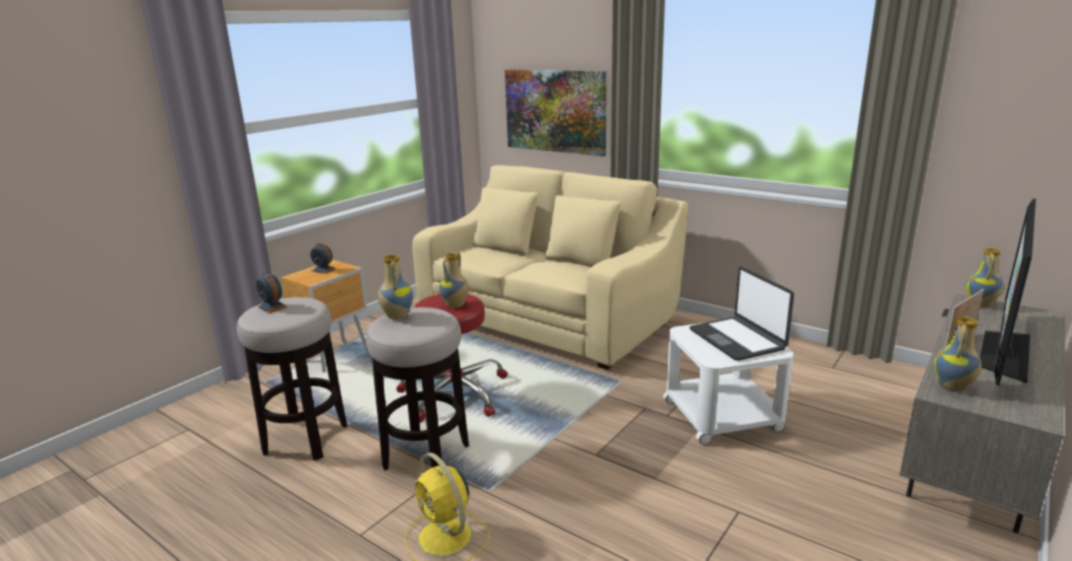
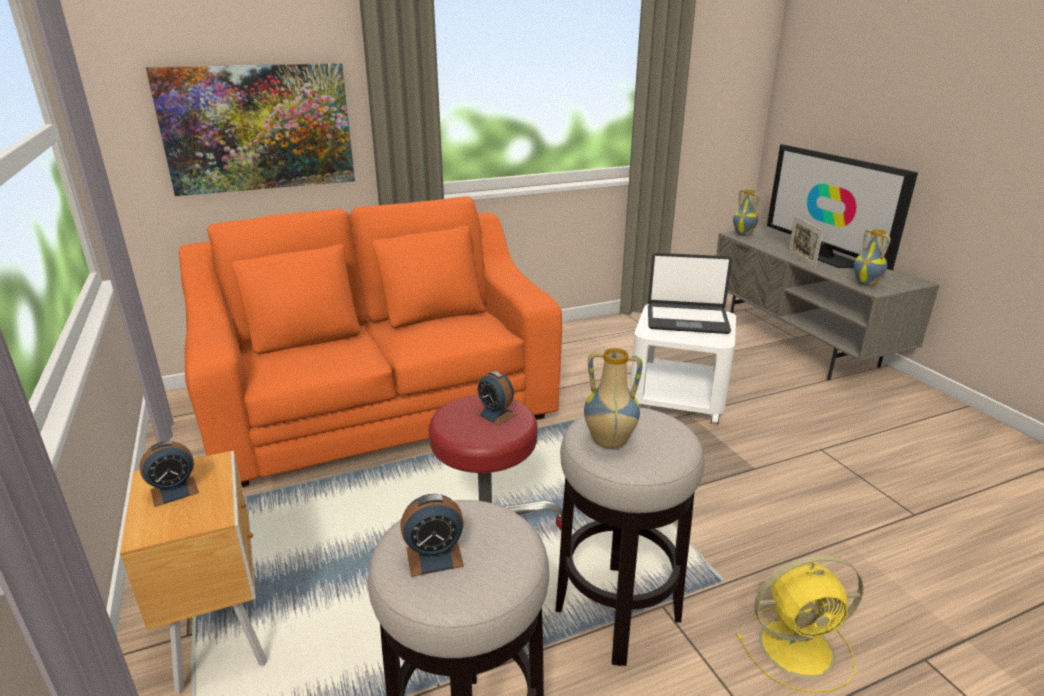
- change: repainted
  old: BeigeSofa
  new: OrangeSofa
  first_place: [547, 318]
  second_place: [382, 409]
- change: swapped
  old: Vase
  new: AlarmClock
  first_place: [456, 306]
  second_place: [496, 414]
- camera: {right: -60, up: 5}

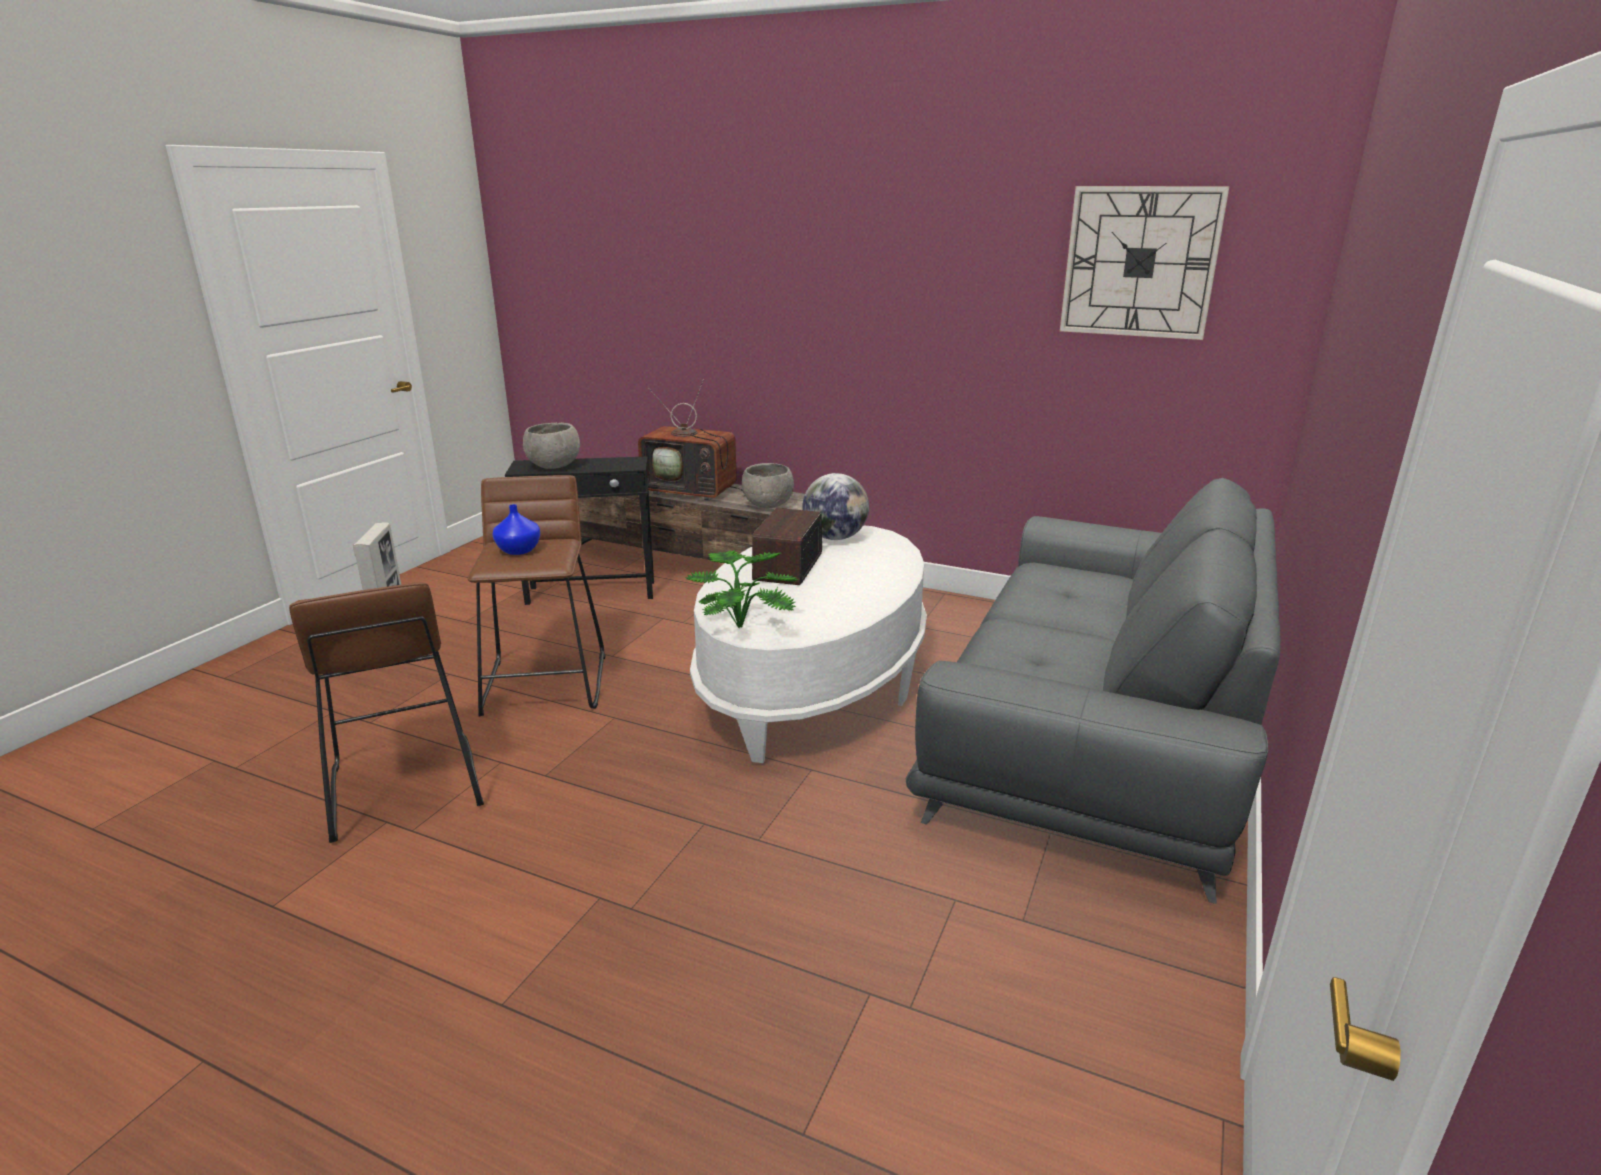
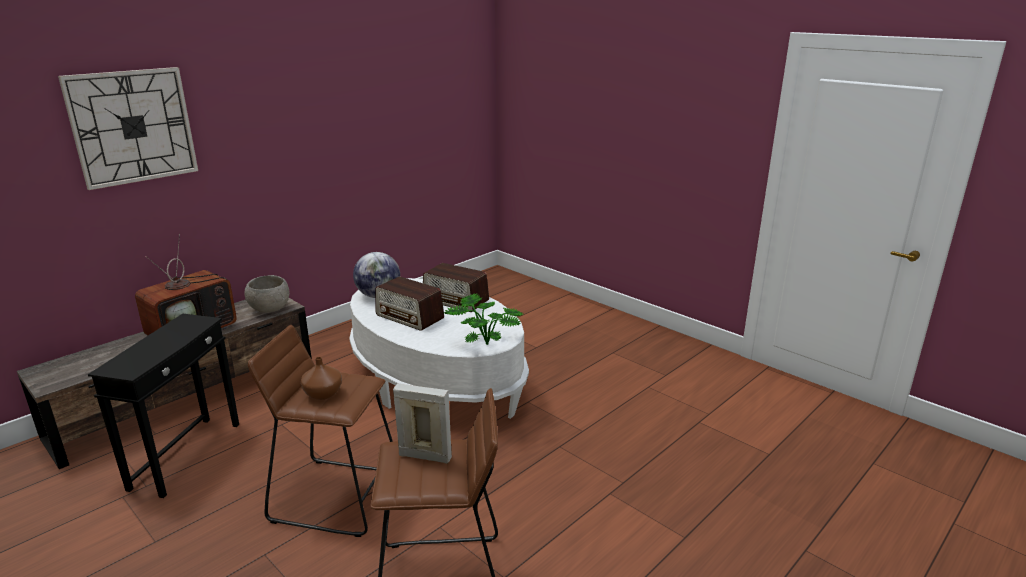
- change: shifted
  old: WallClock
  first_place: [1140, 262]
  second_place: [133, 127]
- change: repainted
  old: BlueVase
  new: BrownVase
  first_place: [518, 550]
  second_place: [322, 394]
- change: new
  new: Radio
  second_place: [456, 300]
- change: gone
  old: GreyBowl
  first_place: [554, 466]
- change: gone
  old: GreySofa
  first_place: [1094, 734]
- camera: {right: -70, up: 0}

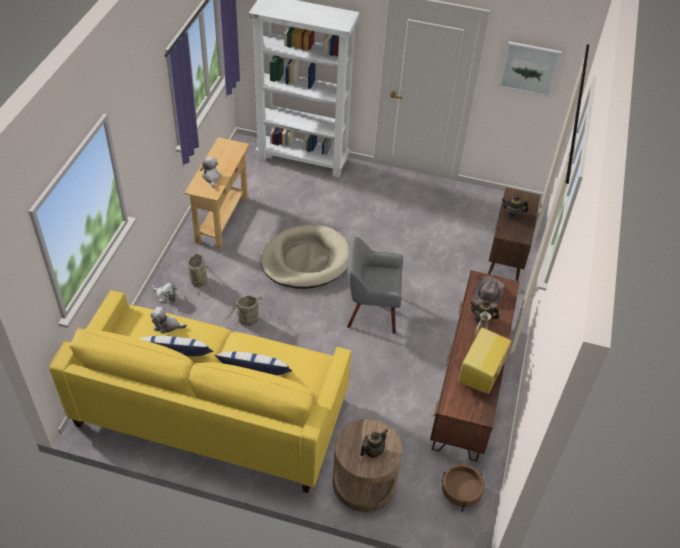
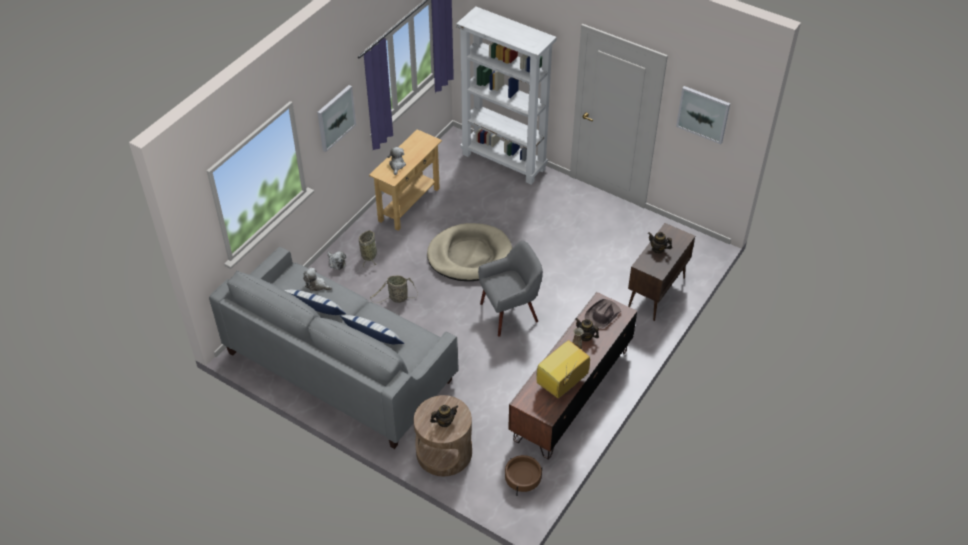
- change: repainted
  old: YellowSofa
  new: GreySofa
  first_place: [212, 412]
  second_place: [340, 367]
- change: new
  new: Picture
  second_place: [335, 118]
- change: rotated
  old: GreyArmchair
  first_place: [371, 311]
  second_place: [510, 313]
  degrees: 135
- camera: {right: 20, up: 0}

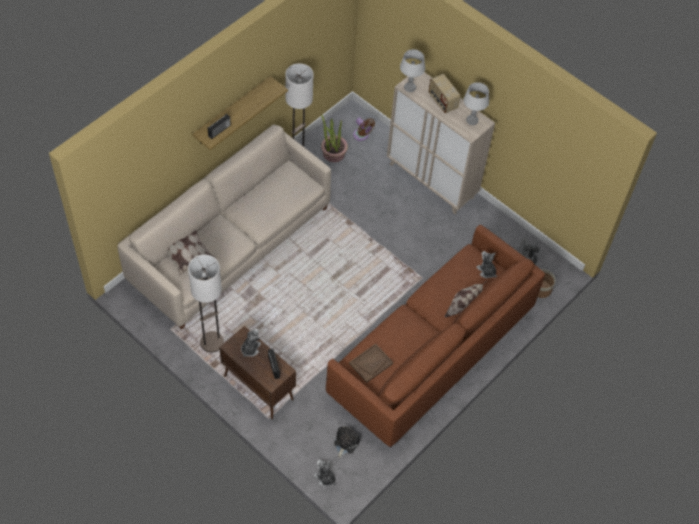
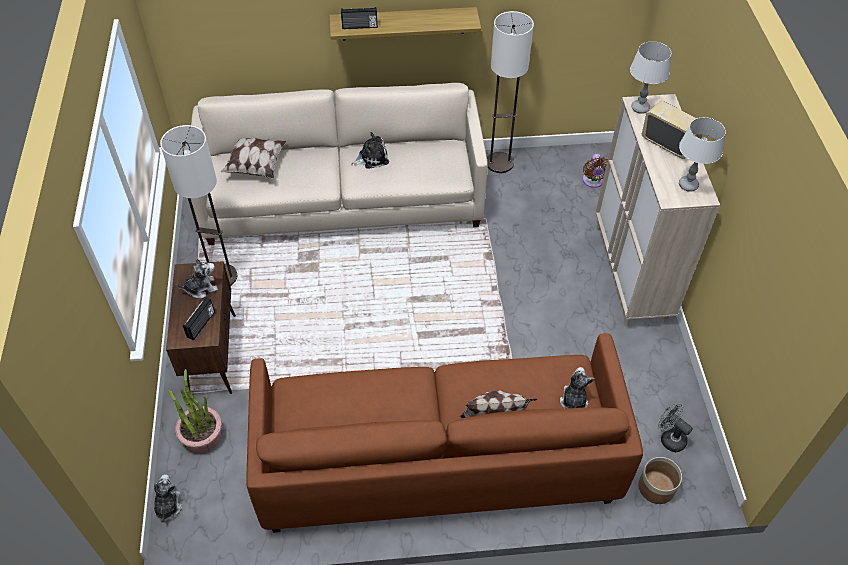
- change: shifted
  old: PottedPlant
  first_place: [333, 153]
  second_place: [202, 435]
- change: shifted
  old: PlushToy
  first_place: [345, 443]
  second_place: [371, 158]
- change: rotated
  old: Radio
  first_place: [442, 101]
  second_place: [668, 143]
  degrees: 120
- change: gone
  old: BrownTray
  first_place: [371, 363]
- camera: {right: 45, up: -5}

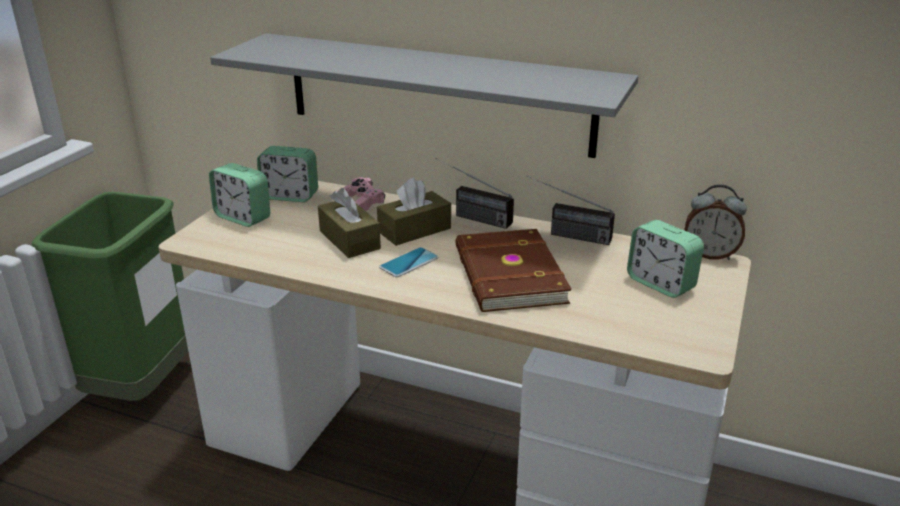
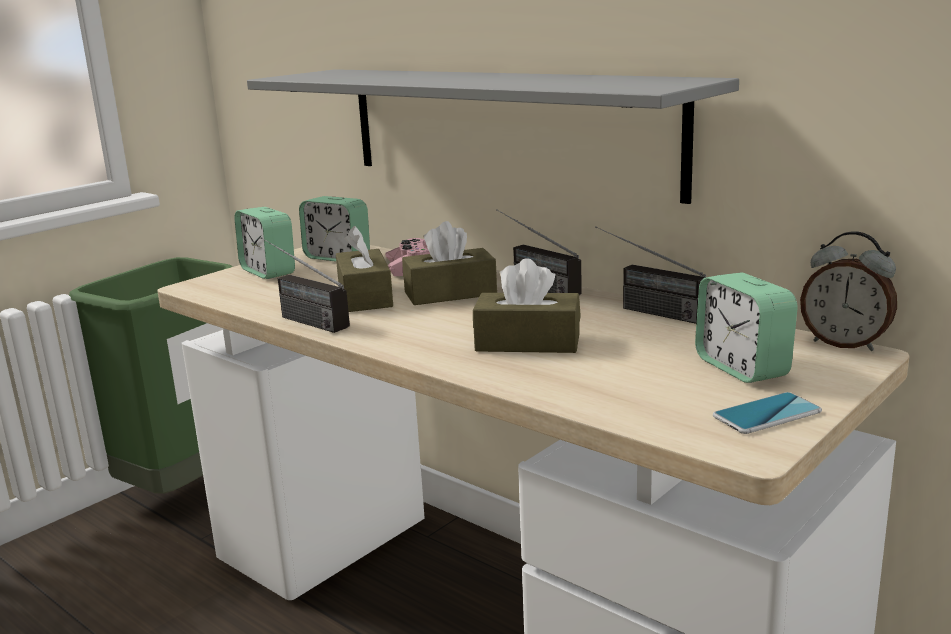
- change: new
  new: Radio
  second_place: [299, 318]
- change: swapped
  old: BrownBook
  new: BrownTissueBox
  first_place: [507, 276]
  second_place: [528, 342]
- change: shifted
  old: Phone
  first_place: [409, 263]
  second_place: [767, 414]
- camera: {right: 20, up: -10}

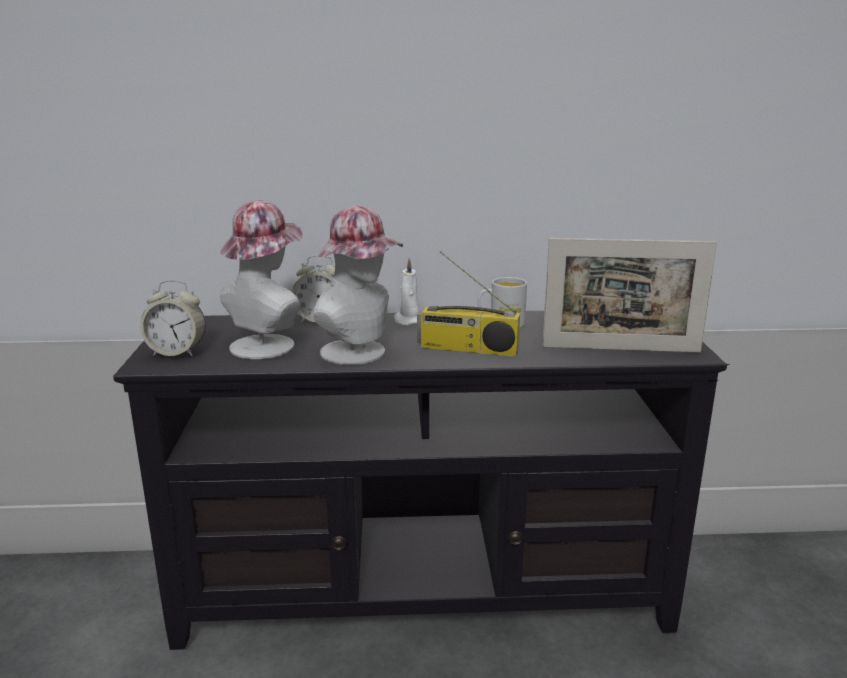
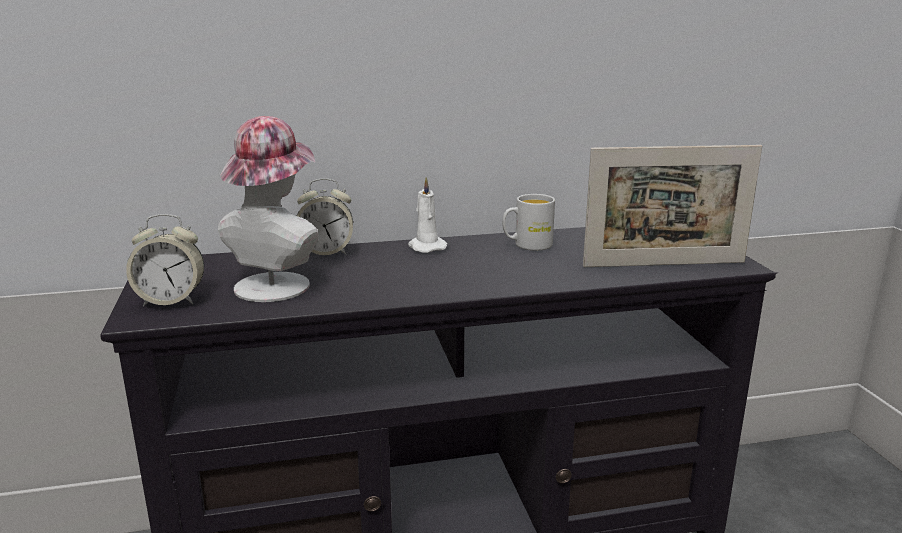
- change: gone
  old: Hat
  first_place: [361, 353]
- change: gone
  old: Radio
  first_place: [466, 349]
- camera: {right: -10, up: 0}

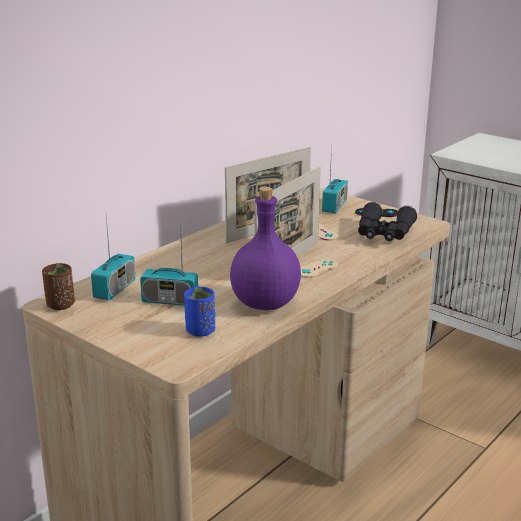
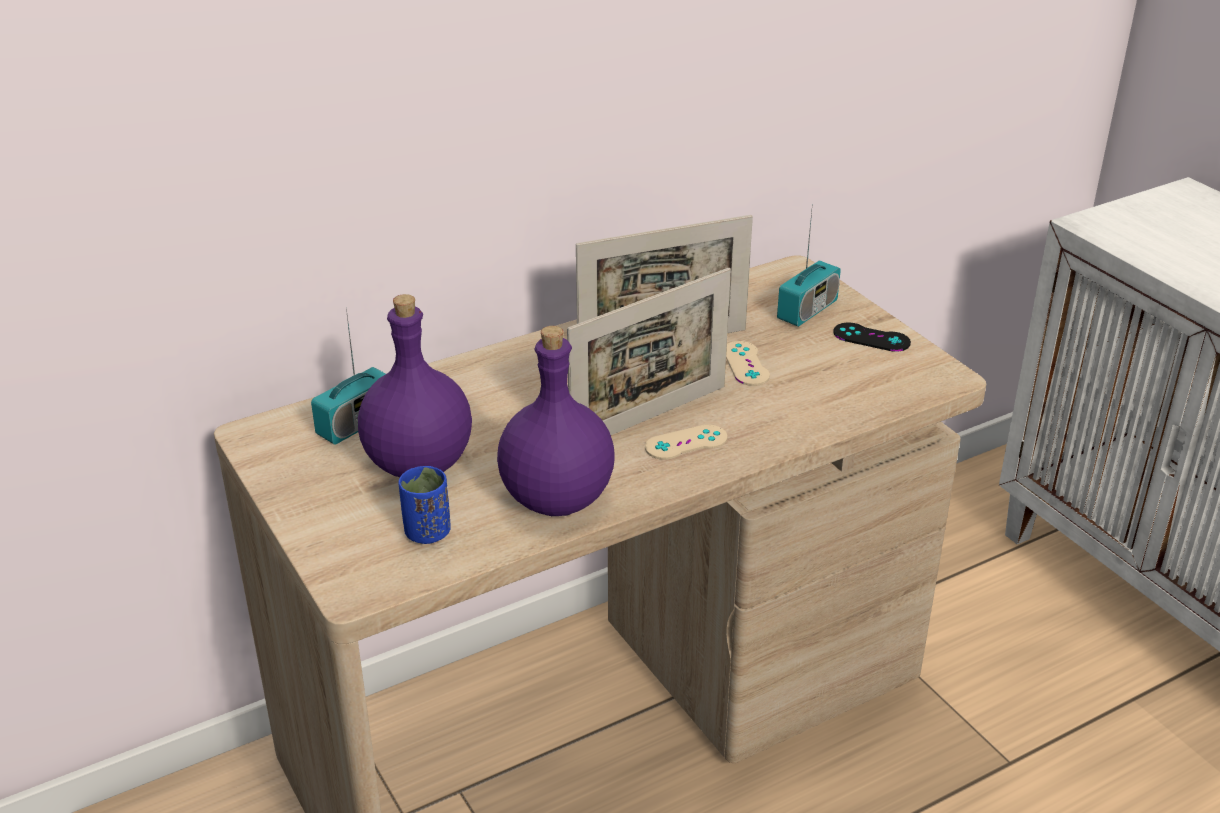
- change: swapped
  old: Radio
  new: PurpleBottle
  first_place: [170, 301]
  second_place: [420, 463]
- change: gone
  old: BrownCup
  first_place: [60, 305]
- change: gone
  old: BlackBinoculars
  first_place: [384, 234]
- camera: {right: 20, up: 10}

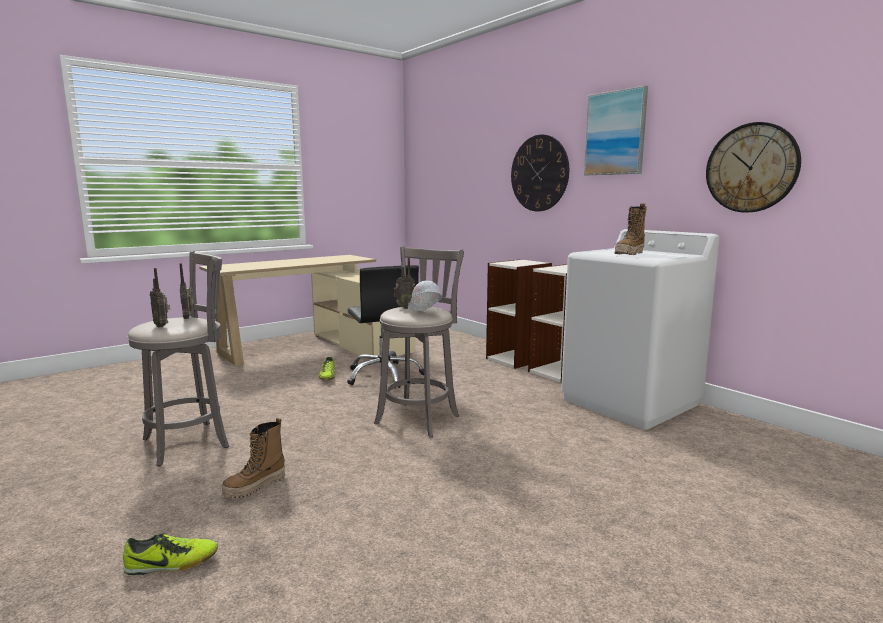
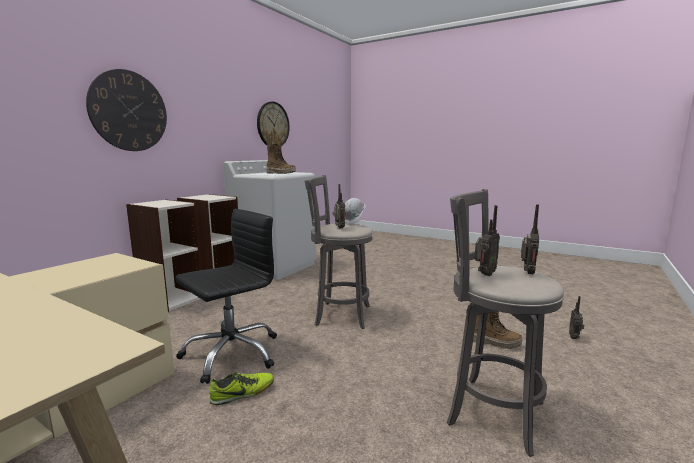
- change: swapped
  old: Shoe
  new: Radio
  first_place: [172, 564]
  second_place: [574, 337]
- change: gone
  old: Picture
  first_place: [615, 133]
- camera: {right: -110, up: 0}

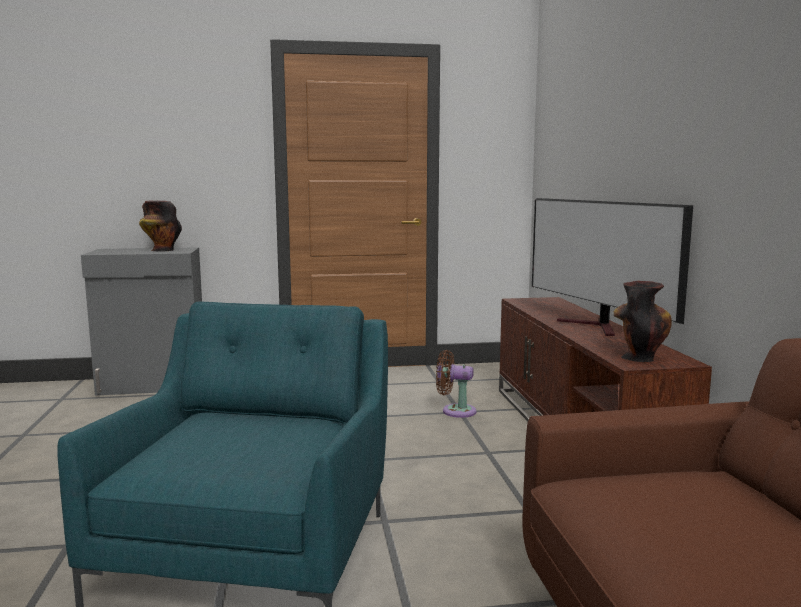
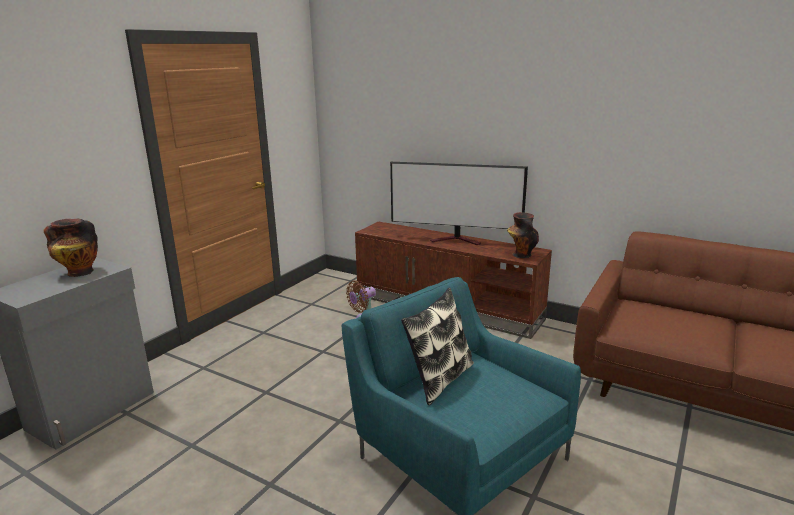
- change: new
  new: Pillow
  second_place: [439, 379]
- camera: {right: -50, up: 10}

